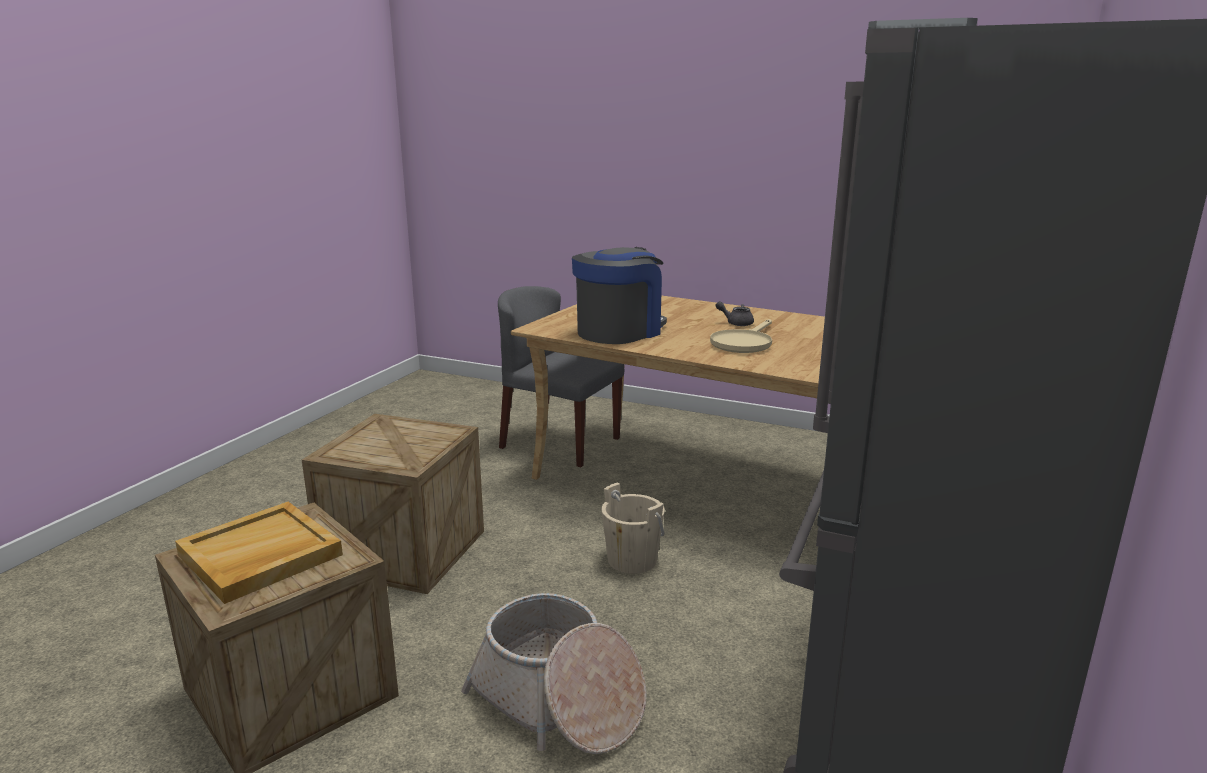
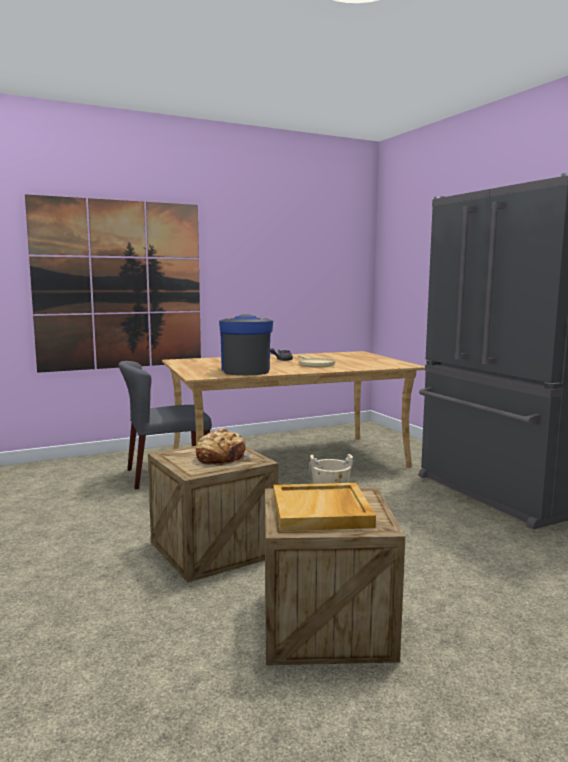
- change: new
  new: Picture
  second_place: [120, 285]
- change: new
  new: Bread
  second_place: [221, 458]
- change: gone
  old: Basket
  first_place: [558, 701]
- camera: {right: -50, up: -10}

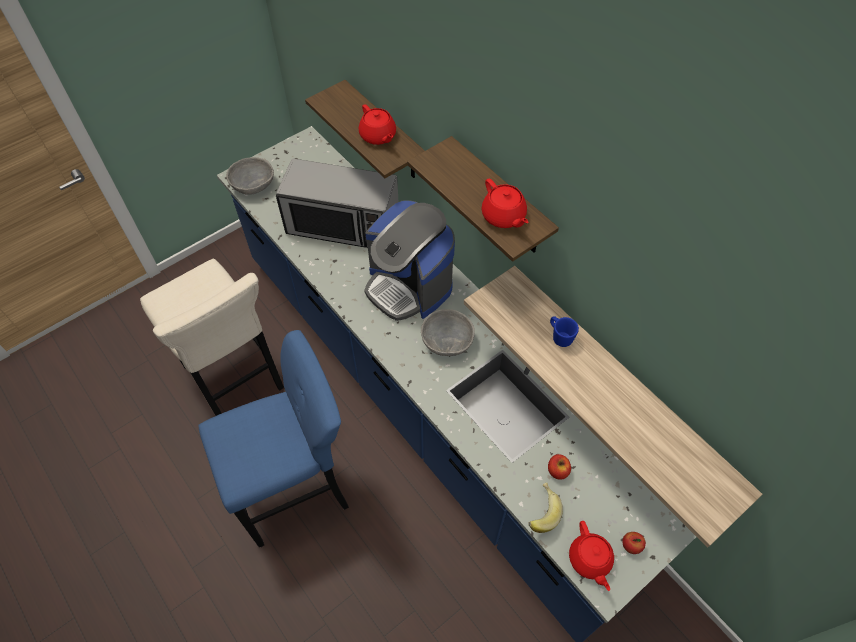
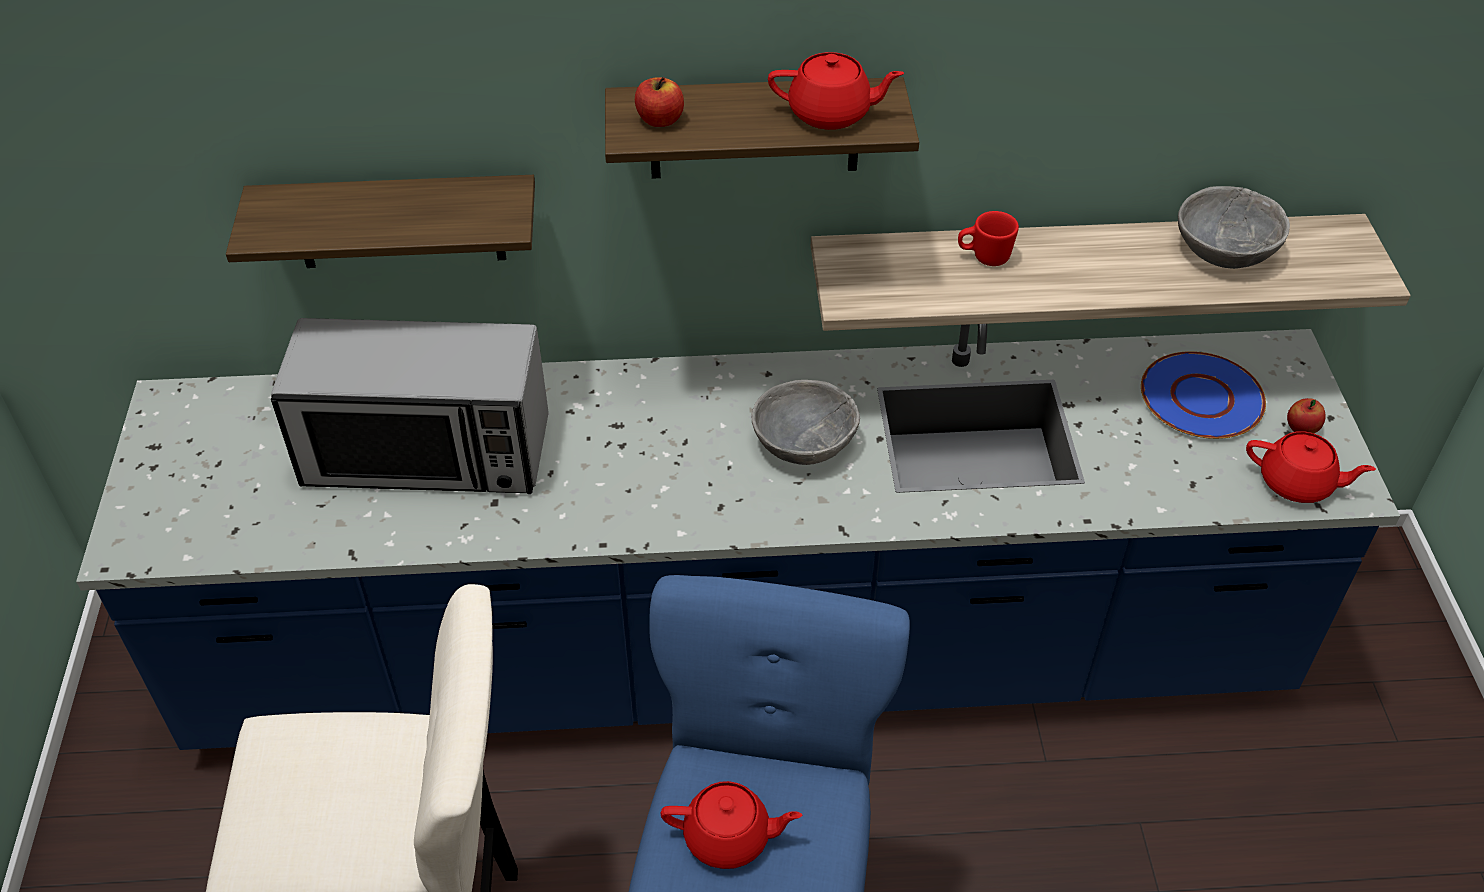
- change: rotated
  old: Microwave
  first_place: [343, 225]
  second_place: [427, 452]
  degrees: 45
- change: shifted
  old: Apple
  first_place: [557, 470]
  second_place: [660, 120]
- change: shifted
  old: RedTeapot
  first_place: [378, 136]
  second_place: [729, 837]
- change: repainted
  old: BlueMug
  new: RedMug
  first_place: [559, 336]
  second_place: [984, 257]
- change: new
  new: BluePlate
  second_place: [1201, 398]
- change: shifted
  old: GreyBowl
  first_place: [253, 185]
  second_place: [1225, 250]
- change: gone
  old: CoffeeMachine
  first_place: [409, 286]
- change: gone
  old: Banana
  first_place: [540, 511]
- camera: {right: -55, up: -10}

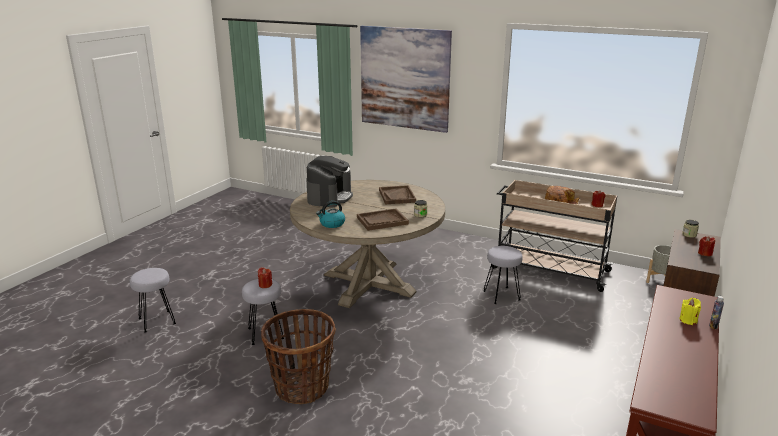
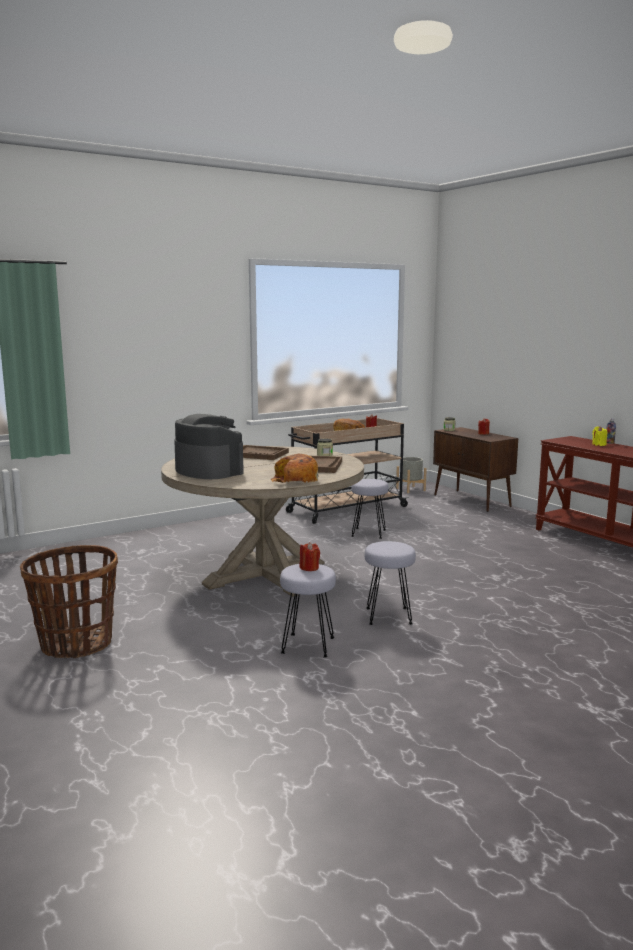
- change: shifted
  old: Basket
  first_place: [302, 387]
  second_place: [76, 644]
- change: swapped
  old: Kettle
  new: Bread
  first_place: [332, 224]
  second_place: [293, 479]
- change: shifted
  old: GreyStool
  first_place: [156, 321]
  second_place: [388, 616]
- change: gone
  old: Picture
  first_place: [404, 78]
- camera: {right: -60, up: -10}

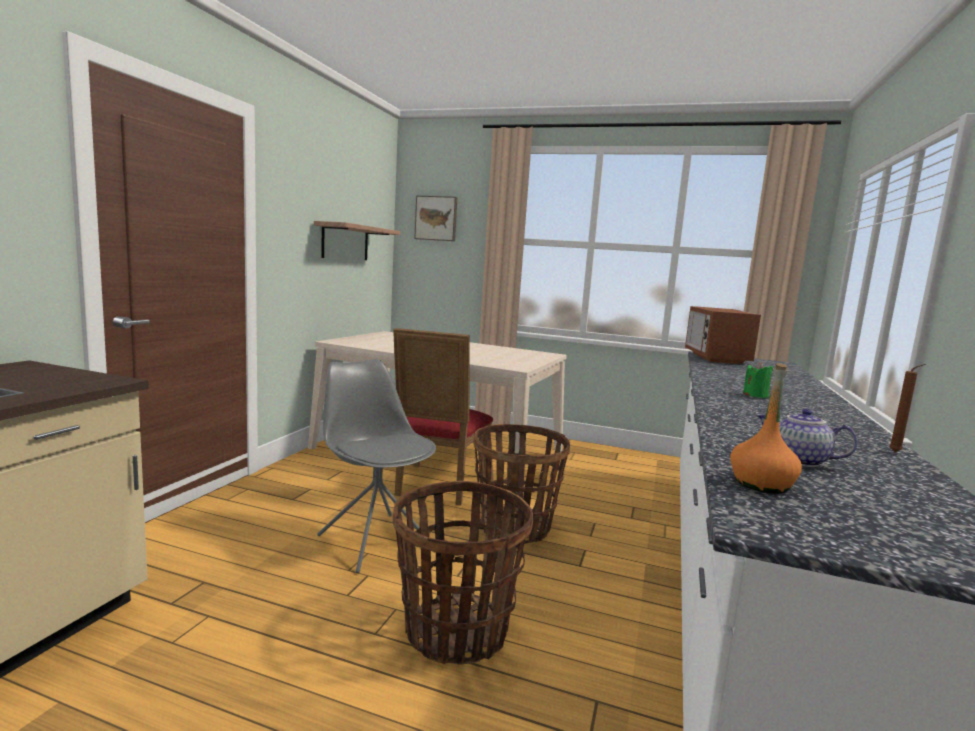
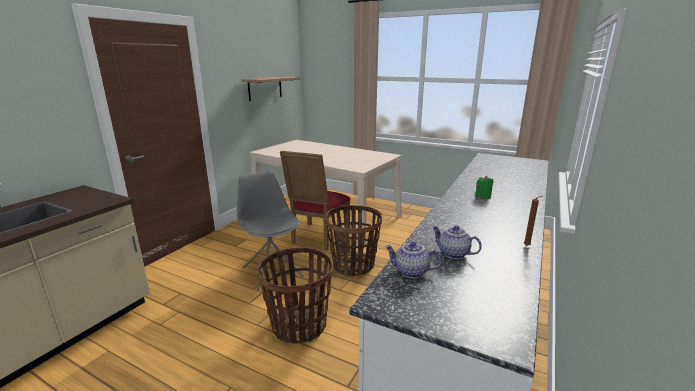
- change: swapped
  old: OrangeBottle
  new: Teapot
  first_place: [761, 484]
  second_place: [411, 272]
- change: gone
  old: Picture
  first_place: [436, 218]
- change: gone
  old: Microwave
  first_place: [716, 358]
- camera: {right: 10, up: 10}

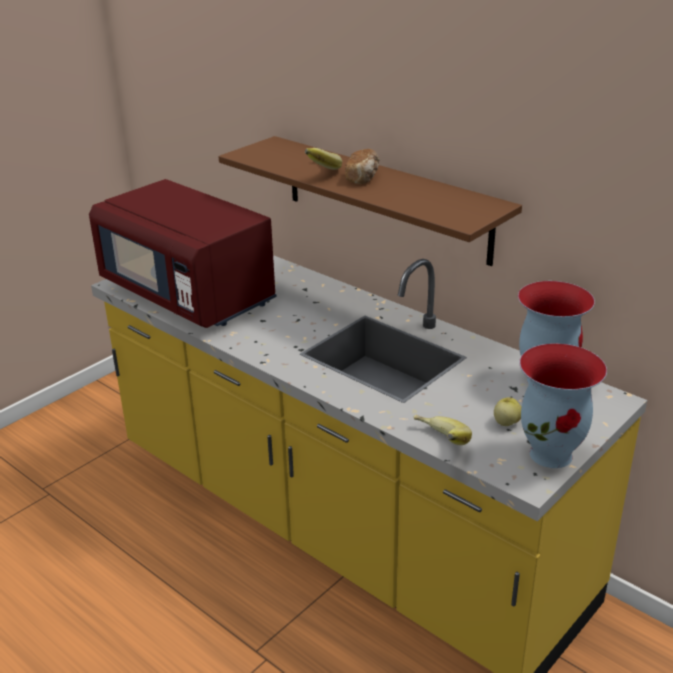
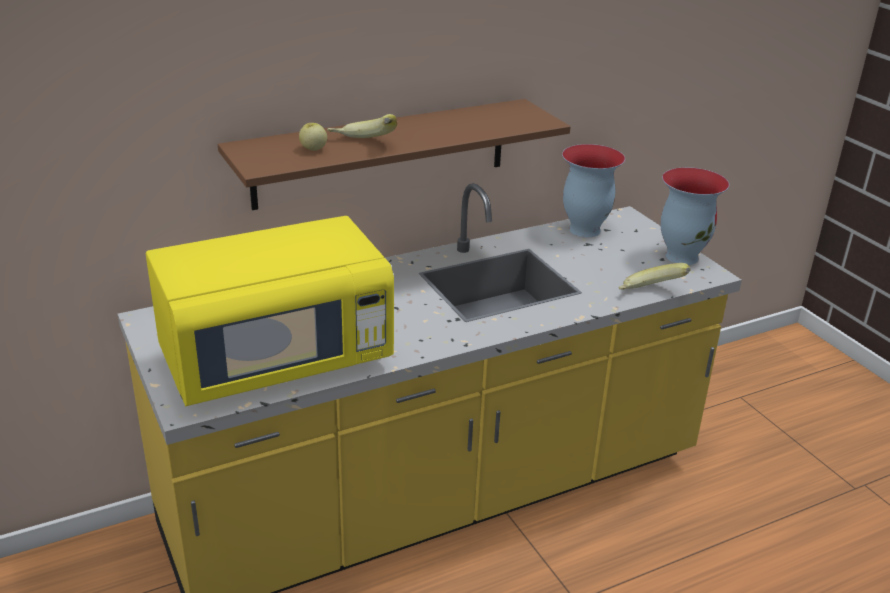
- change: repainted
  old: RedMicrowave
  new: YellowMicrowave
  first_place: [189, 295]
  second_place: [276, 361]
- change: shifted
  old: Apple
  first_place: [506, 423]
  second_place: [313, 149]
- change: gone
  old: Bread
  first_place: [363, 177]
- camera: {right: -70, up: 0}

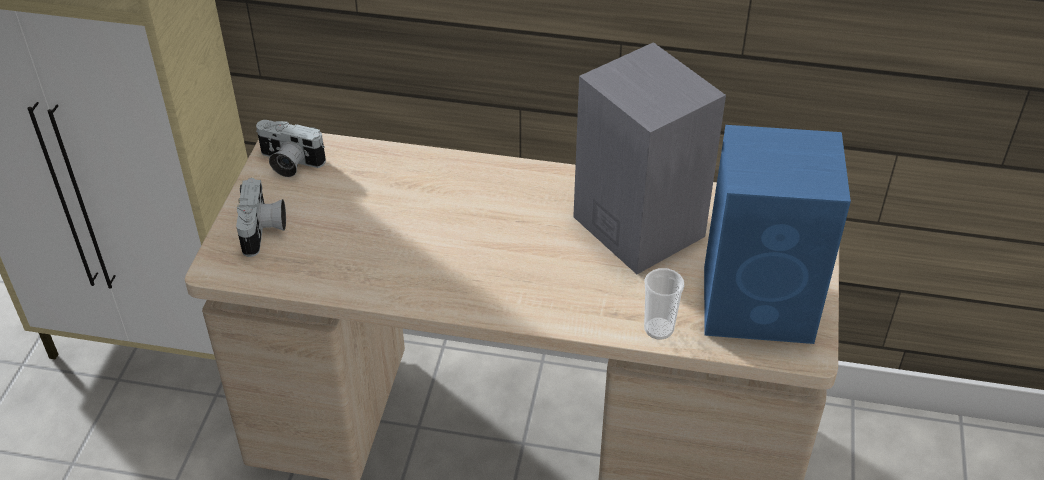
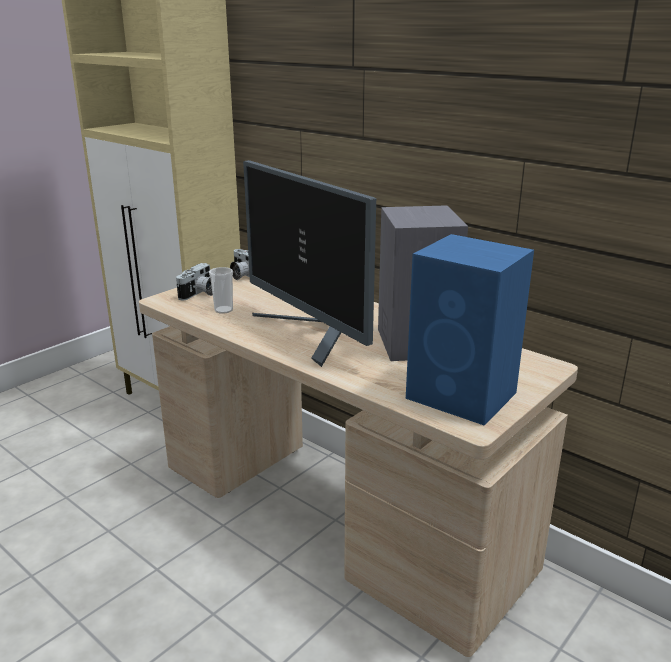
- change: shifted
  old: Cup
  first_place: [658, 329]
  second_place: [223, 310]
- change: new
  new: Monitor
  second_place: [311, 334]
- camera: {right: 30, up: -20}

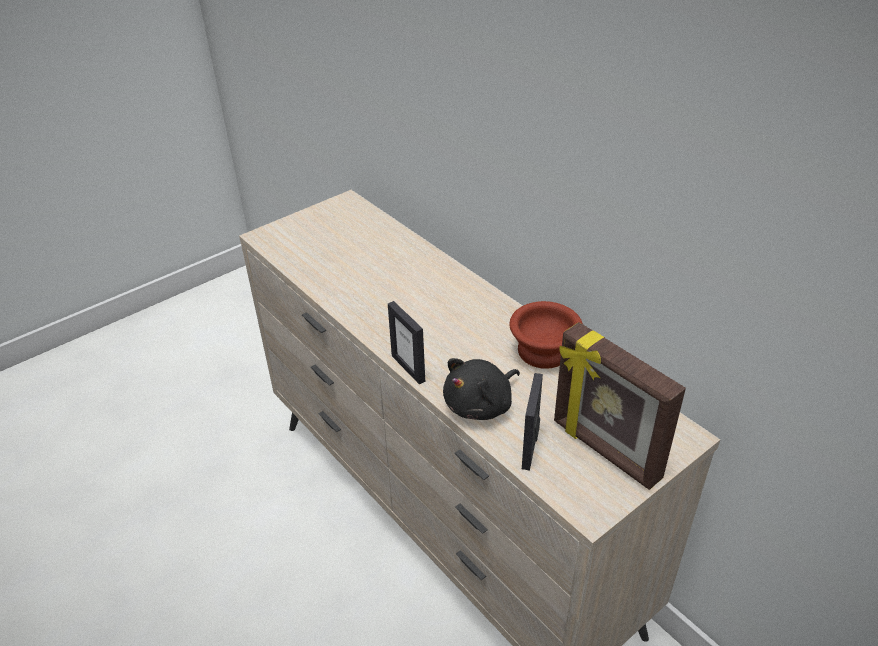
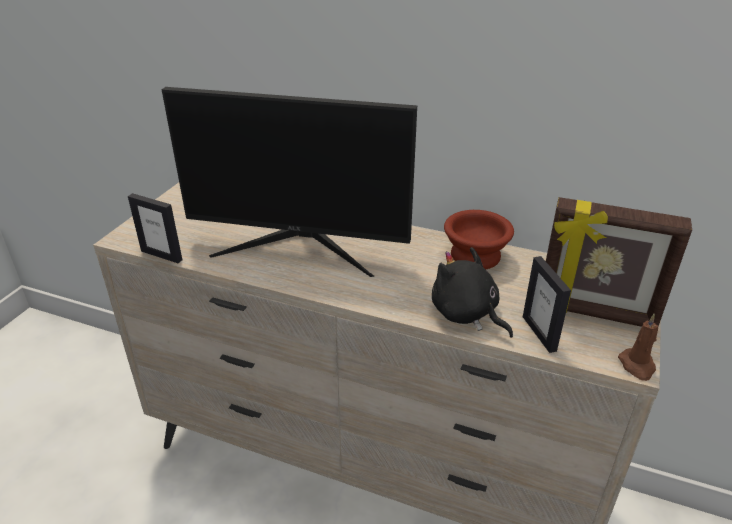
- change: shifted
  old: PictureFrame
  first_place: [408, 368]
  second_place: [162, 255]
- change: new
  new: Monitor
  second_place: [300, 246]
- change: rotated
  old: BlackPlushToy
  first_place: [481, 405]
  second_place: [466, 314]
  degrees: 120
- change: new
  new: BrownCandle
  second_place: [637, 366]
- camera: {right: -30, up: -5}

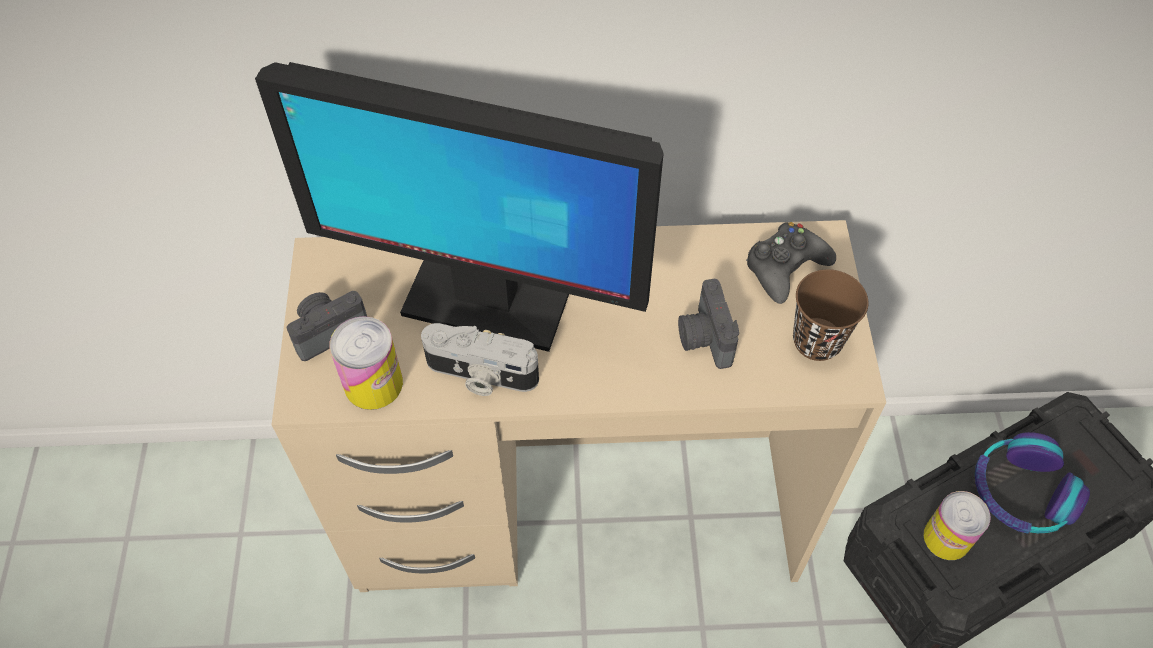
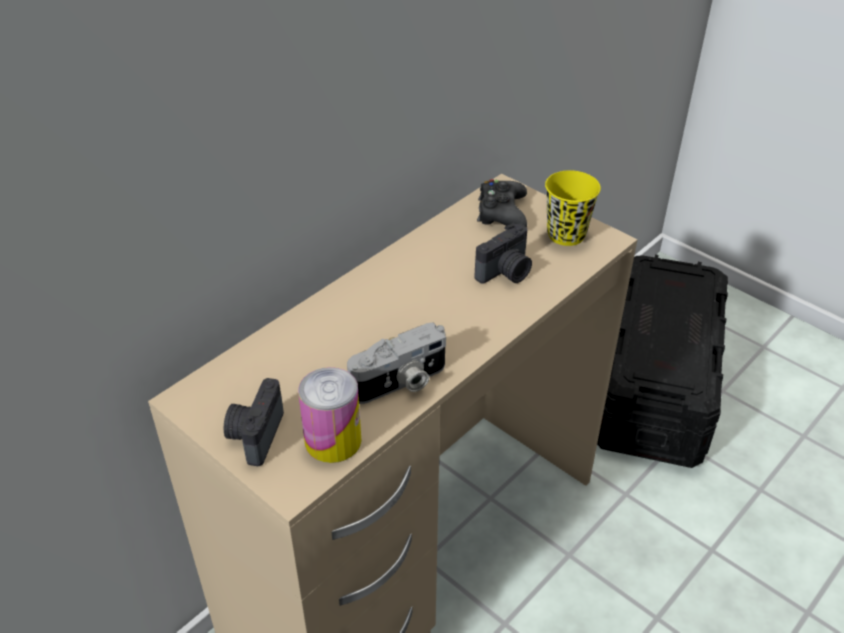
- change: rotated
  old: PhotoCamera
  first_place: [703, 338]
  second_place: [506, 273]
  degrees: -75
- change: repainted
  old: BrownCup
  new: YellowCup
  first_place: [817, 341]
  second_place: [566, 234]
- change: gone
  old: Monitor
  first_place: [485, 299]
- change: gone
  old: Can
  first_place: [947, 538]
- change: gone
  old: Headphones
  first_place: [1021, 492]
- camera: {right: -45, up: -15}

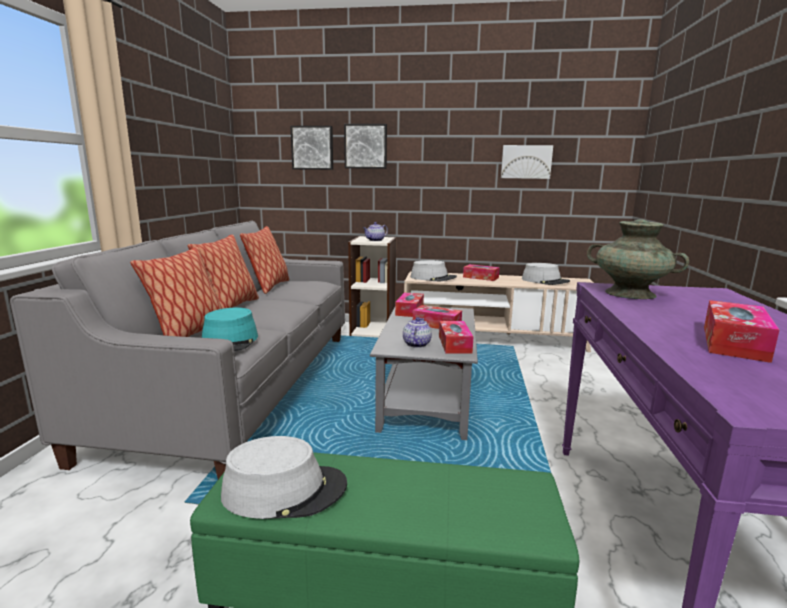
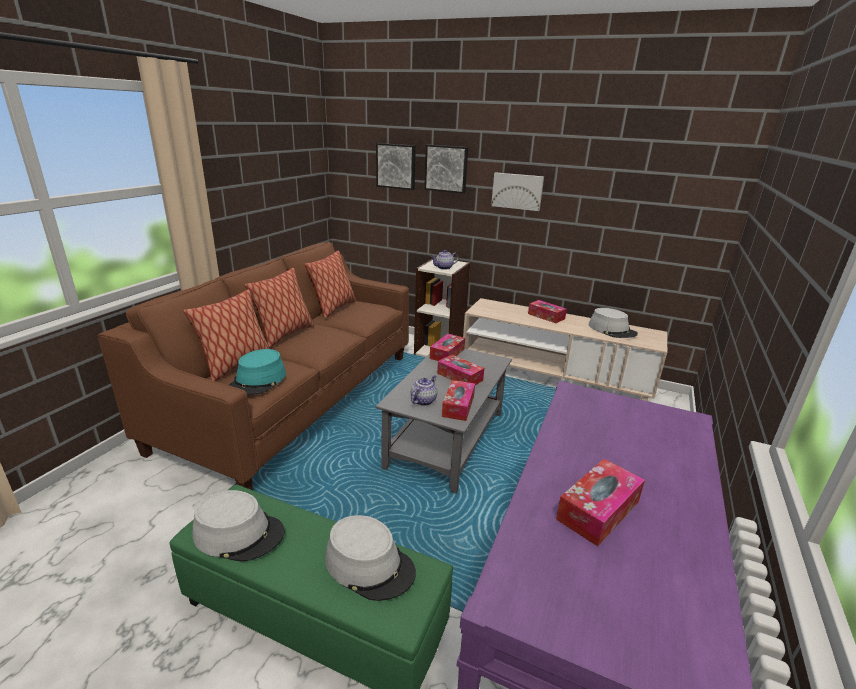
- change: repainted
  old: GreySofa
  new: BrownSofa
  first_place: [240, 386]
  second_place: [296, 398]
- change: shifted
  old: GreyHat
  first_place: [433, 278]
  second_place: [370, 565]
- change: shifted
  old: Picture
  first_place: [526, 162]
  second_place: [517, 191]
- change: gone
  old: TurquoiseVase
  first_place: [629, 293]
- camera: {right: 15, up: 10}

